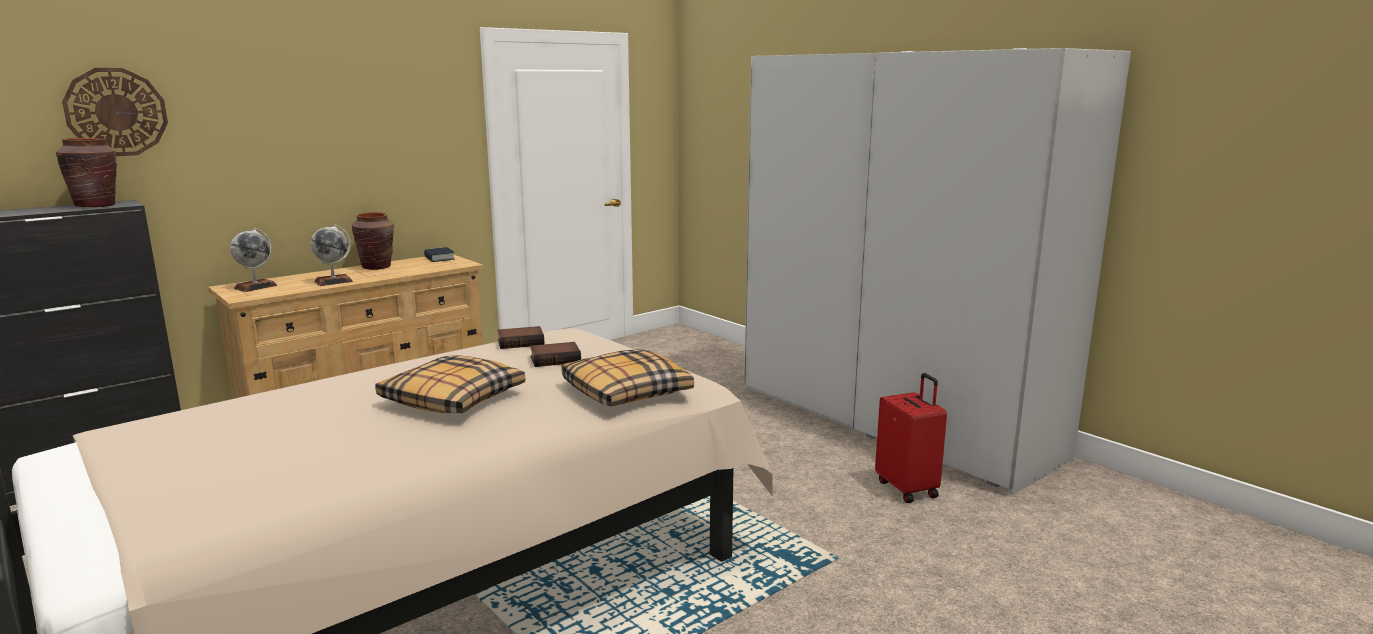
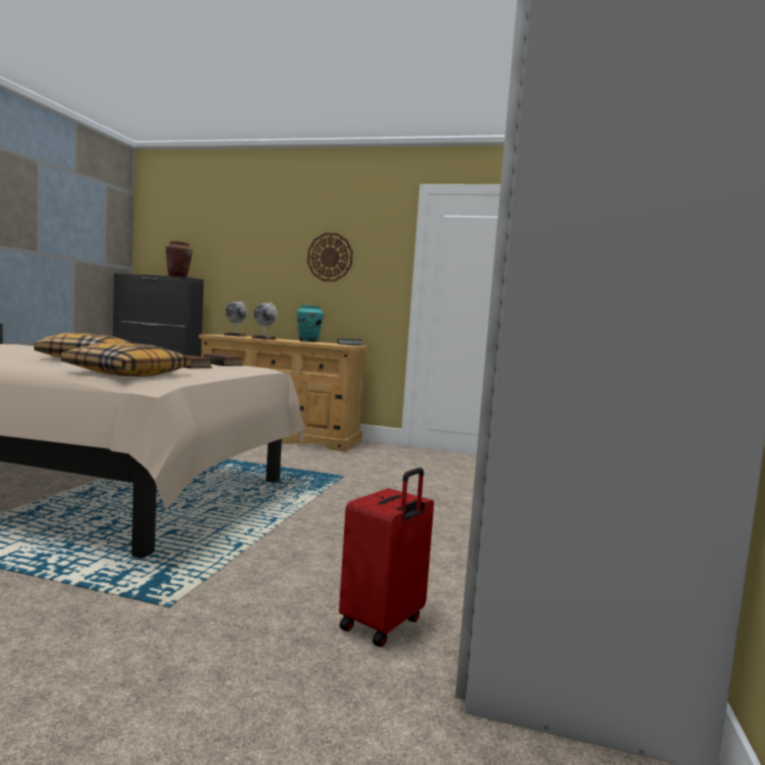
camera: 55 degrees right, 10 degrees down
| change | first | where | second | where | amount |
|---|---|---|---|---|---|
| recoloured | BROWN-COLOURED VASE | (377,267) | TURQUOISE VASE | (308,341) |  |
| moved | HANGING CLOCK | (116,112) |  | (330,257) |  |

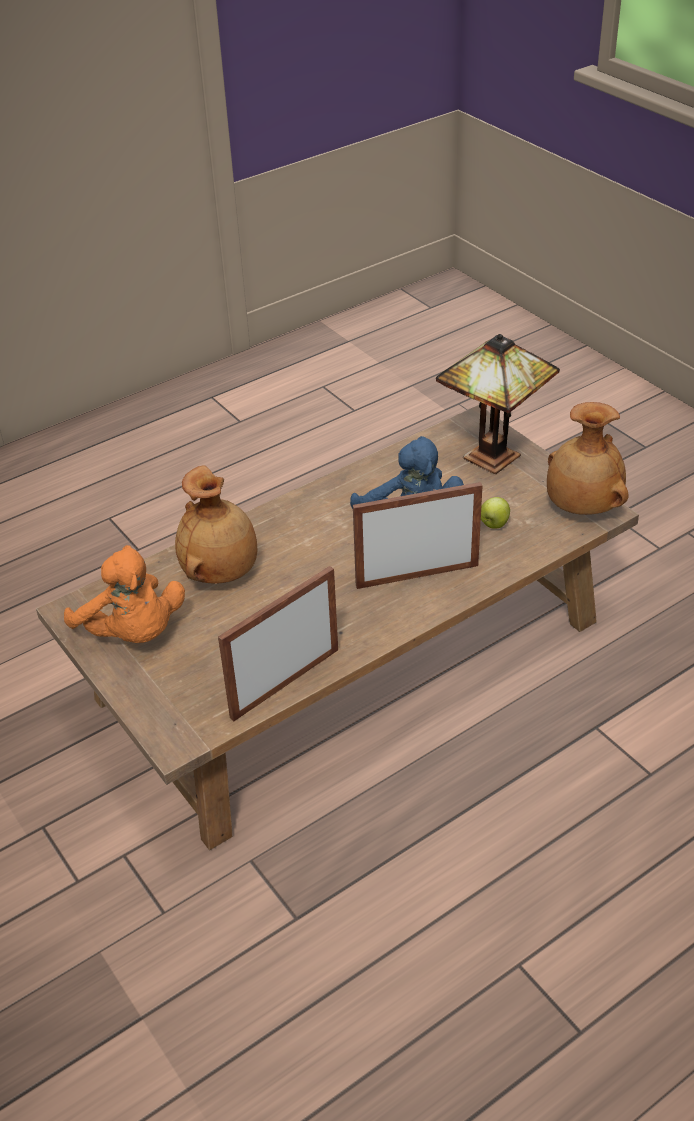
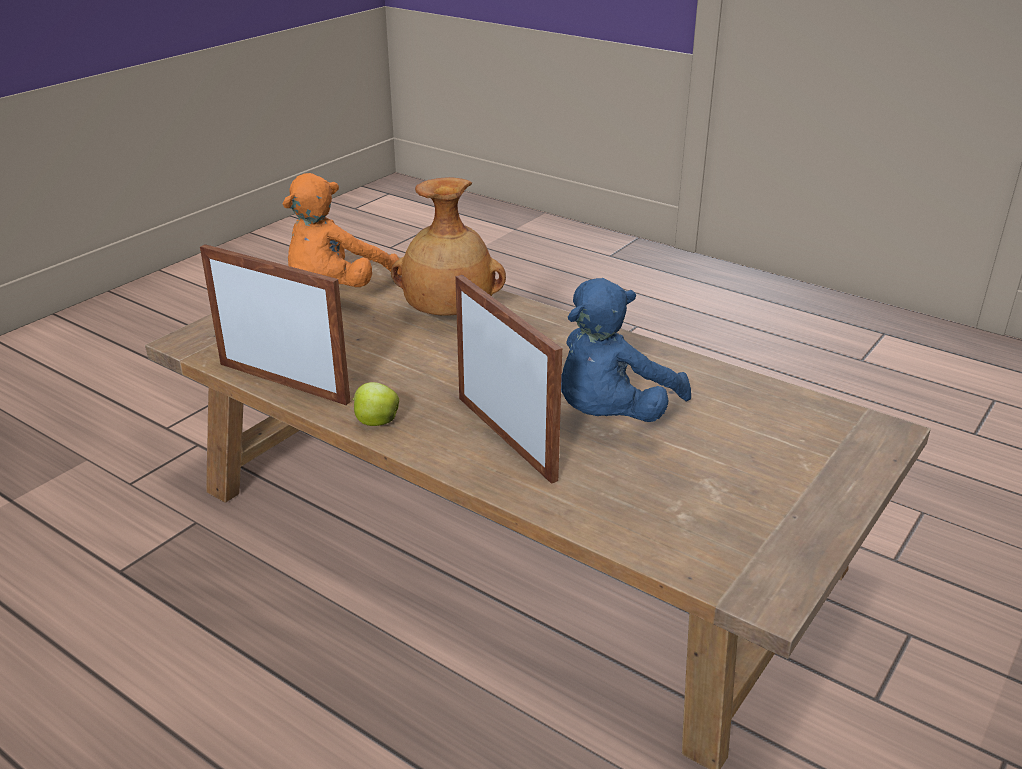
camera: 70 degrees right, 10 degrees down
| change | first | where | second | where | amount |
|---|---|---|---|---|---|
| moved | WHOLE APPLE | (493,524) |  | (375,422) |  |
| removed | LAMP FOR A TABLE | (492,454) |  |  |  |
| removed | BROWN-COLOURED VASE | (581,507) |  |  |  |

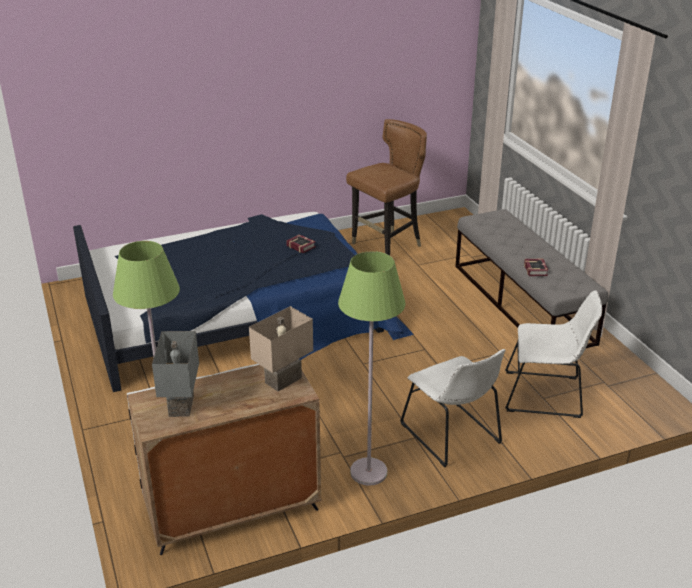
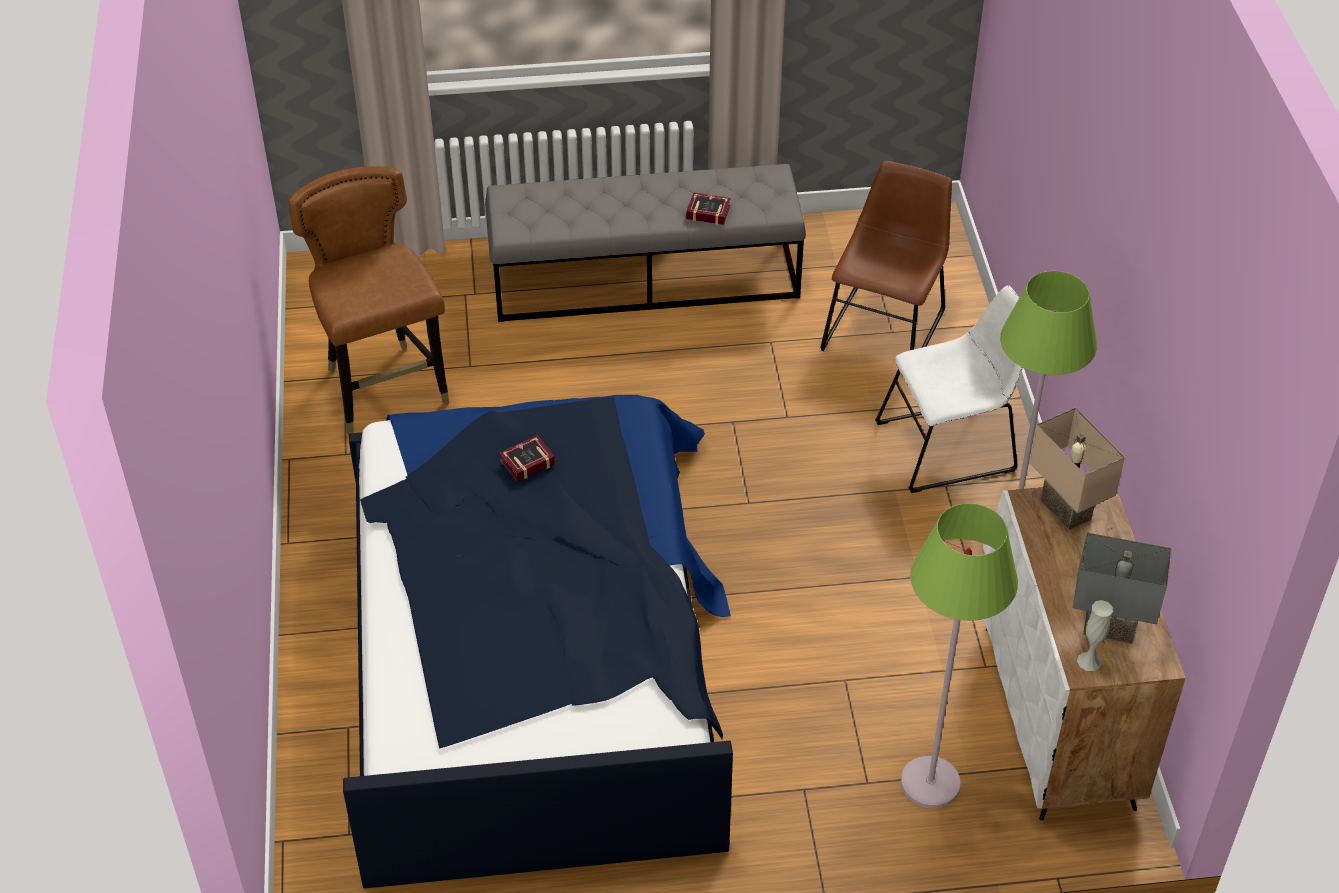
camera: 75 degrees left, 15 degrees up
| change | first | where | second | where | amount |
|---|---|---|---|---|---|
| recoloured | WHITE PLAIN CHAIR | (546,395) | BROWN-COLOURED PLAIN CHAIR | (885,326) |  |
| added |  |  | WHITE VASE | (1089,661) |  |

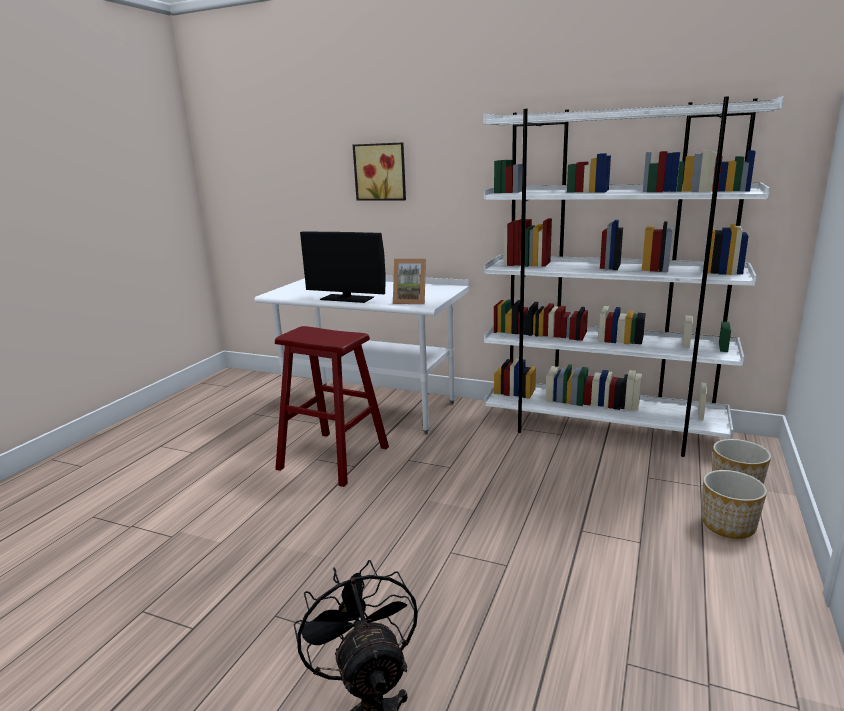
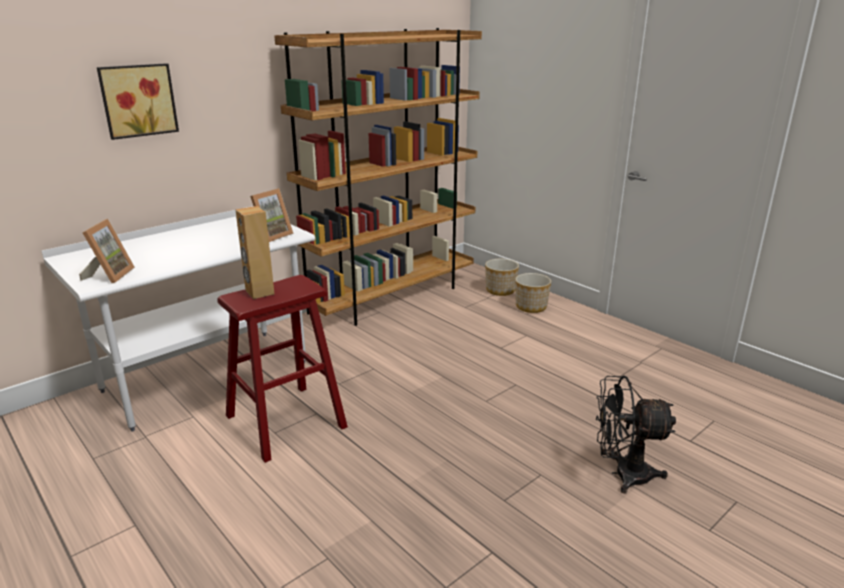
camera: 65 degrees left, 5 degrees up
| change | first | where | second | where | amount |
|---|---|---|---|---|---|
| added |  |  | STANDING FRAME | (109,275) |  |
| added |  |  | BROWN-COLOURED SPEAKER | (259,292) |  |
| recoloured | WHITE BOOKCASE | (601,430) | BROWN-COLOURED BOOKCASE | (391,297) |  |
| removed | MONITOR | (347,298) |  |  |  |

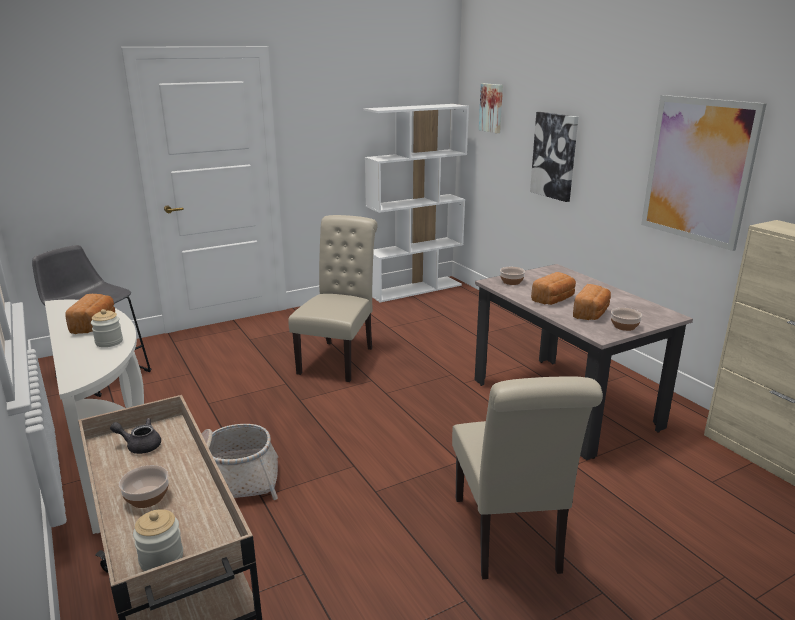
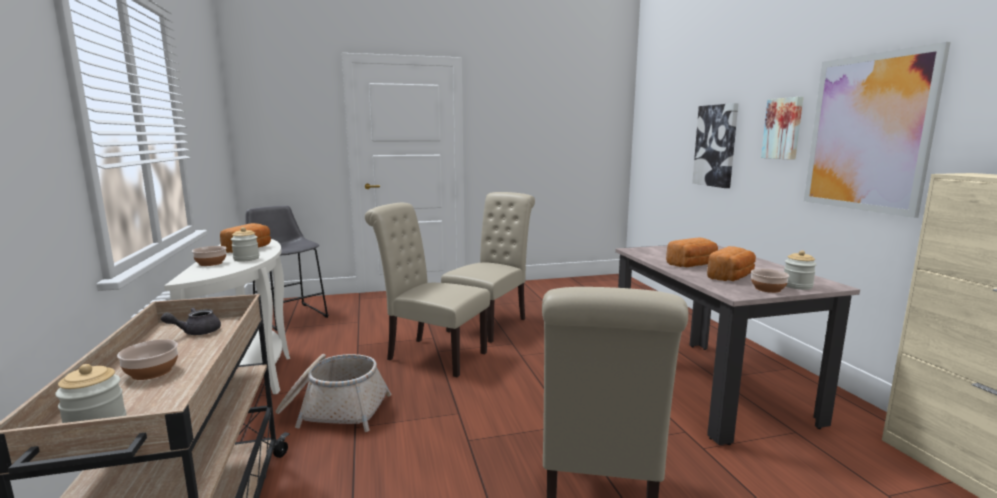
camera: 15 degrees right, 10 degrees down
| change | first | where | second | where | amount |
|---|---|---|---|---|---|
| turned | GREYISH TEA POT | (140,445) |  | (196,332) | 60 degrees counterclockwise |
| moved | DEEP DISH | (512,282) |  | (211,263) |  |
| added |  |  | BEIGE-COLOURED PLAIN CHAIR | (431,355) |  |
| moved | WALL PICTURE | (492,108) |  | (783,128) |  |
| added |  |  | PRESERVE JAR | (797,286) |  |
| removed | WHITE BOOKCASE | (415,289) |  |  |  |

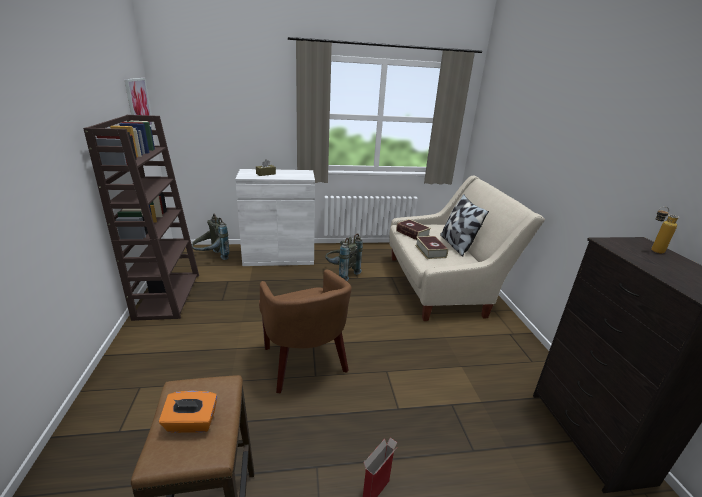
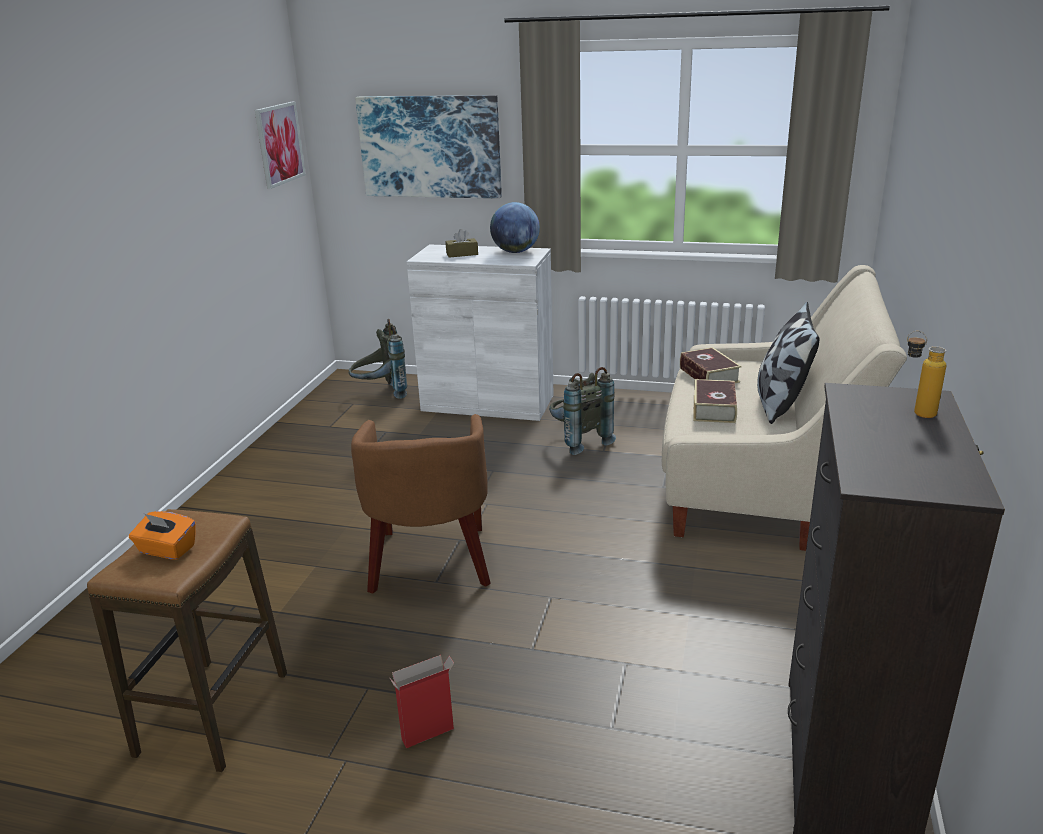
camera: 25 degrees right, 0 degrees up
| change | first | where | second | where | amount |
|---|---|---|---|---|---|
| added |  |  | WALL PICTURE | (430,147) |  |
| added |  |  | DESK GLOBE | (515,252) |  |
| removed | BROWN-COLOURED BOOKCASE | (167,295) |  |  |  |

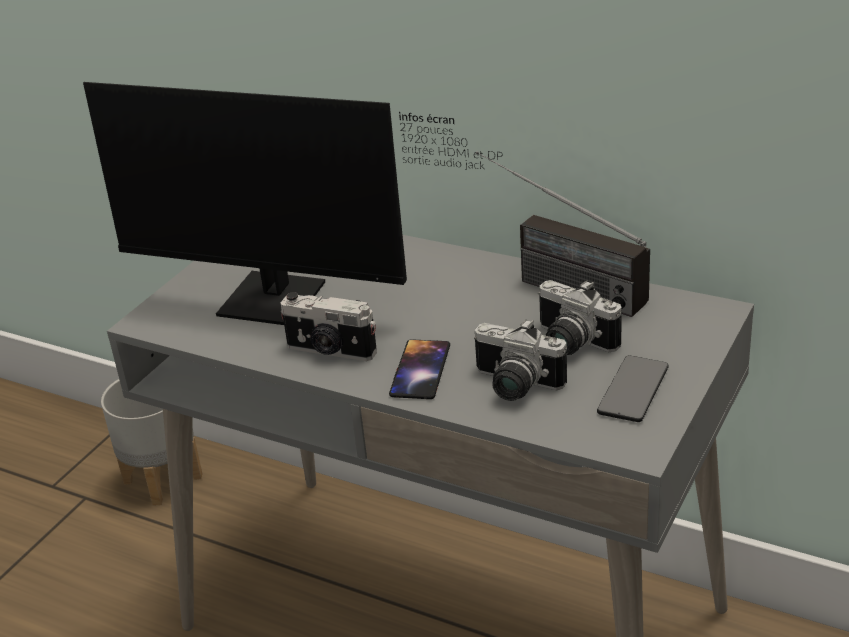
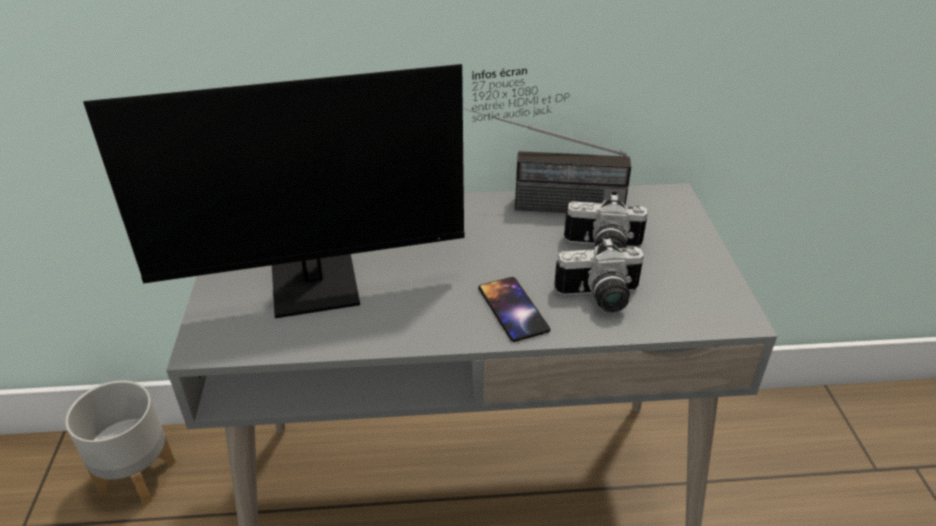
camera: 35 degrees left, 5 degrees up
| change | first | where | second | where | amount |
|---|---|---|---|---|---|
| removed | PHOTO CAMERA | (330,351) |  |  |  |
| removed | HANDSET | (633,390) |  |  |  |

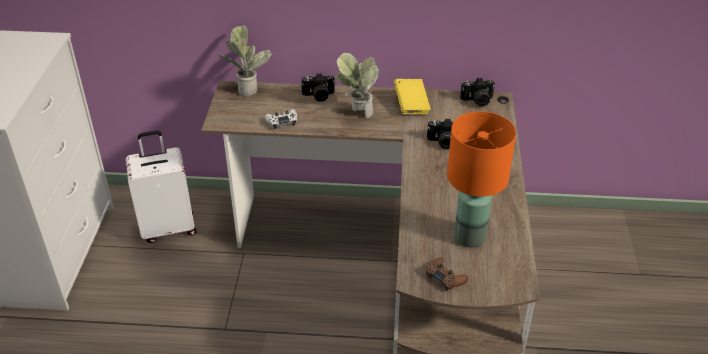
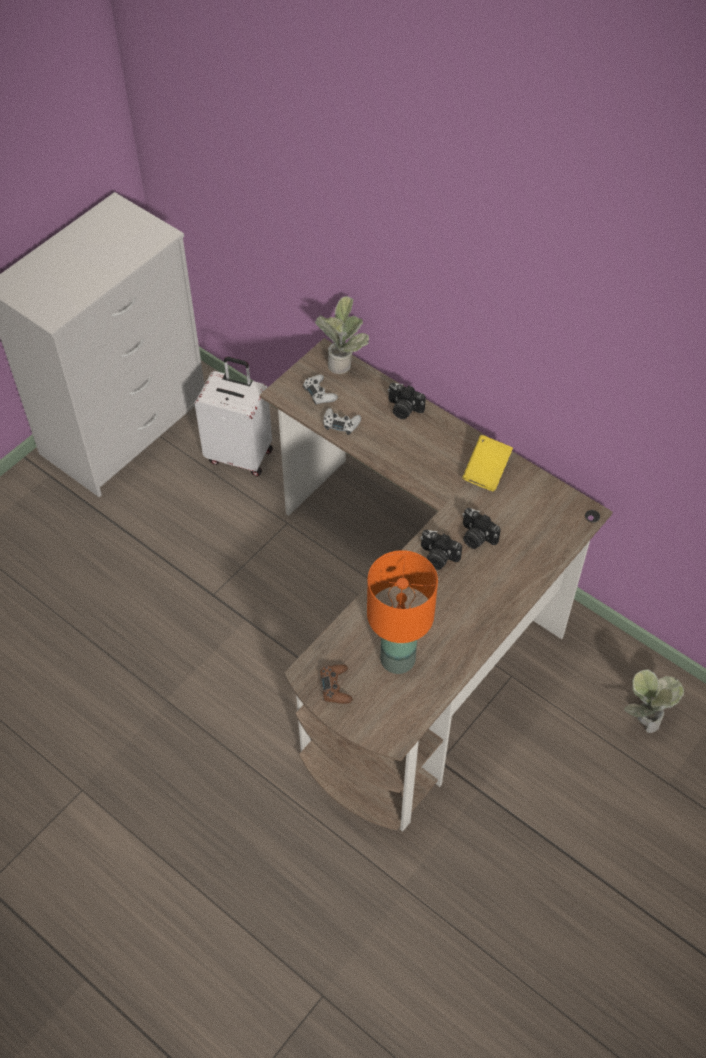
camera: 35 degrees right, 15 degrees up
| change | first | where | second | where | amount |
|---|---|---|---|---|---|
| added |  |  | WHITE GAMEPAD | (319,393) |  |
| moved | PHOTO CAMERA | (477,101) |  | (437,557) |  |
| moved | HOUSEPLANT | (357,112) |  | (643,718) |  |

